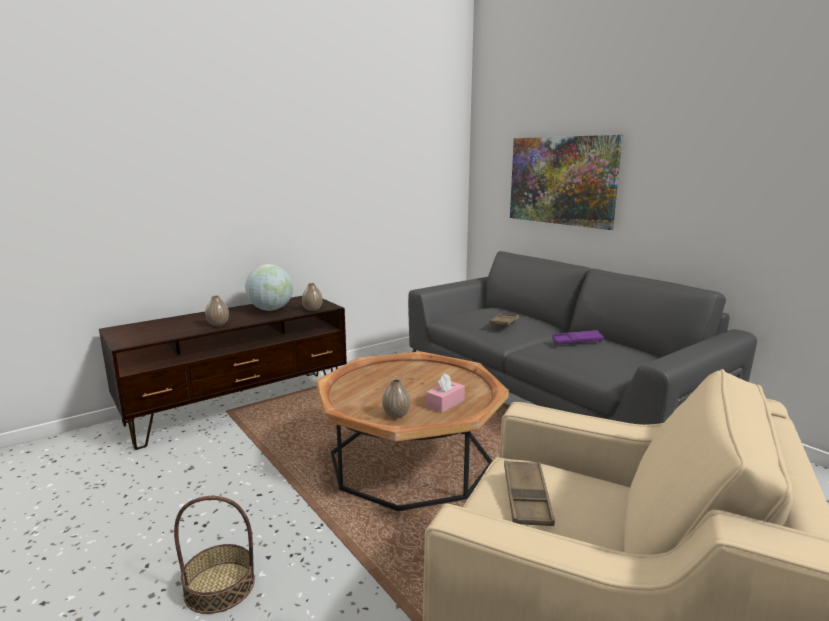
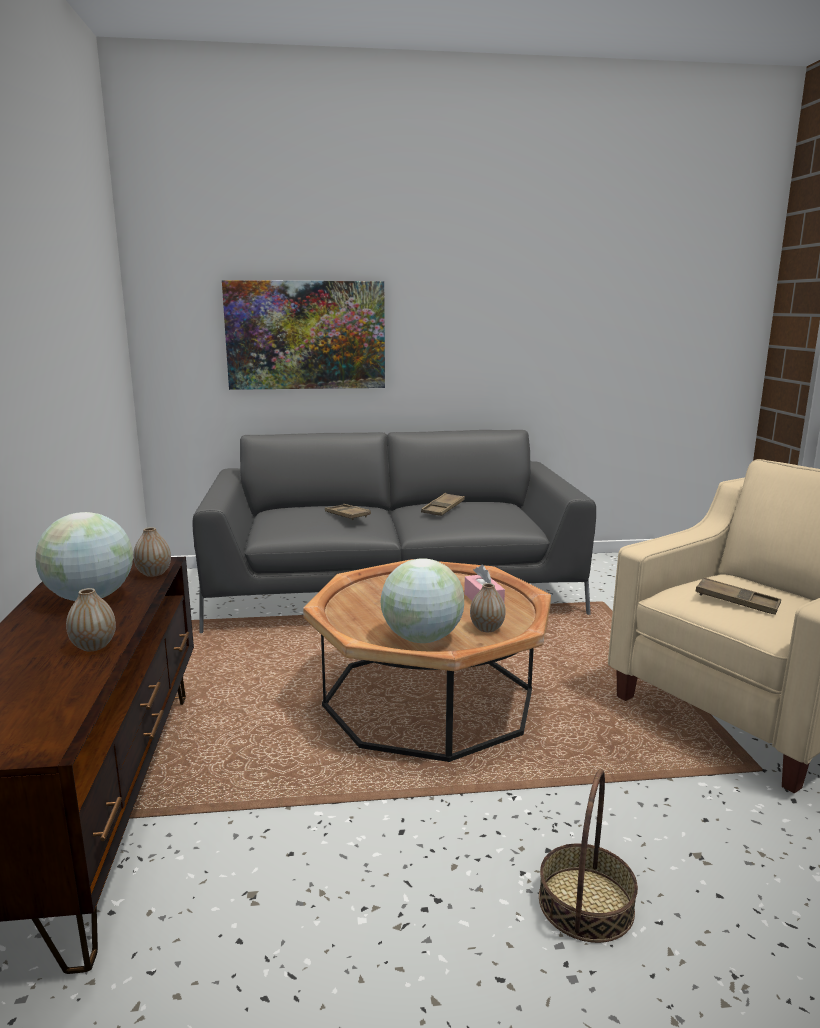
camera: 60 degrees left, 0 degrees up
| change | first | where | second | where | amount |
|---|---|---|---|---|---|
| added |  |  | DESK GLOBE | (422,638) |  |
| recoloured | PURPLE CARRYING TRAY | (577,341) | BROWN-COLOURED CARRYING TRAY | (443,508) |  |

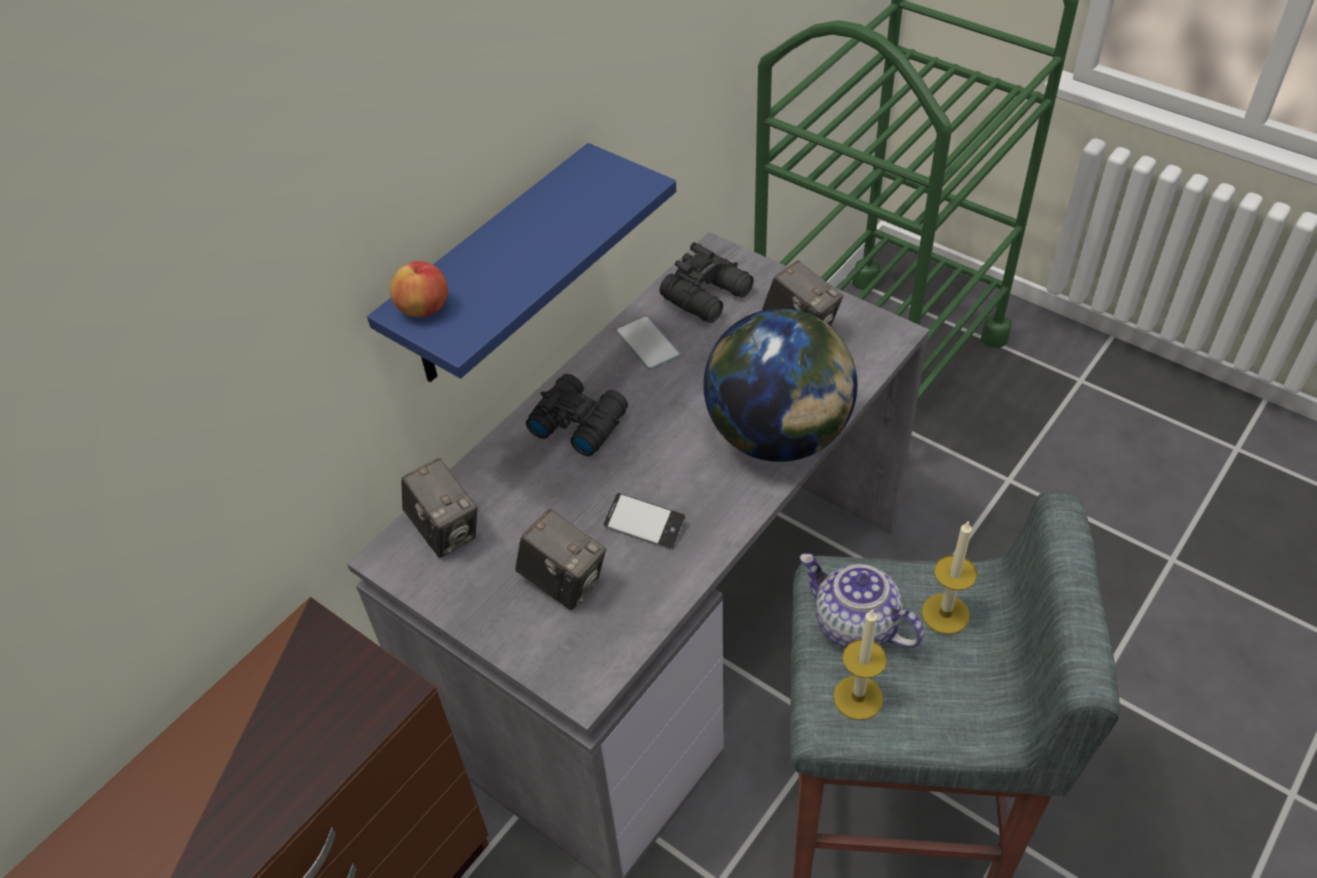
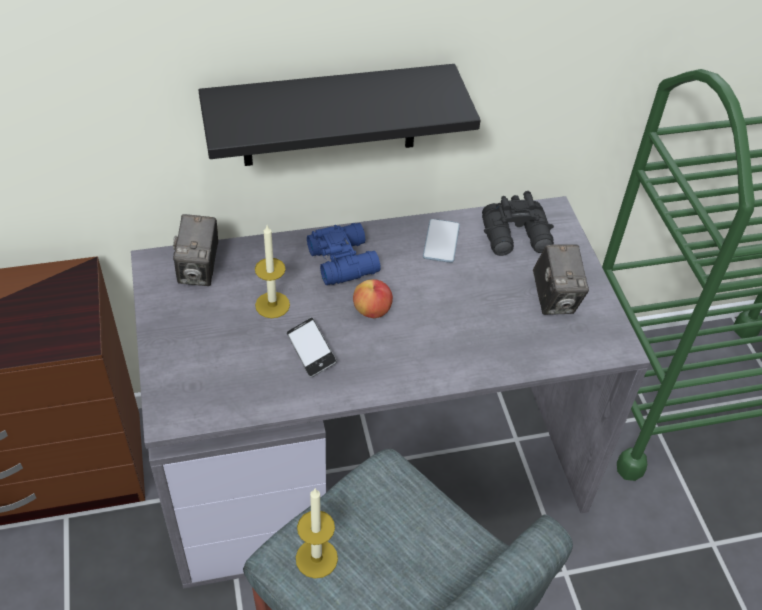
camera: 35 degrees right, 0 degrees up
| change | first | where | second | where | amount |
|---|---|---|---|---|---|
| recoloured | BLUE-COLOURED BRACKET SHELF | (493,271) | BLACK BRACKET SHELF | (329,116) |  |
| moved | CANDLE | (945,613) |  | (272,305) |  |
| recoloured | BLACK PAIR OF BINOCULARS | (578,421) | BLUE-COLOURED PAIR OF BINOCULARS | (344,260) |  |
| moved | WHOLE APPLE | (424,308) |  | (372,310) |  |
| removed | PHOTO CAMERA | (564,582) |  |  |  |
| removed | DESK GLOBE | (778,435) |  |  |  |
| removed | TEA POT | (854,625) |  |  |  |

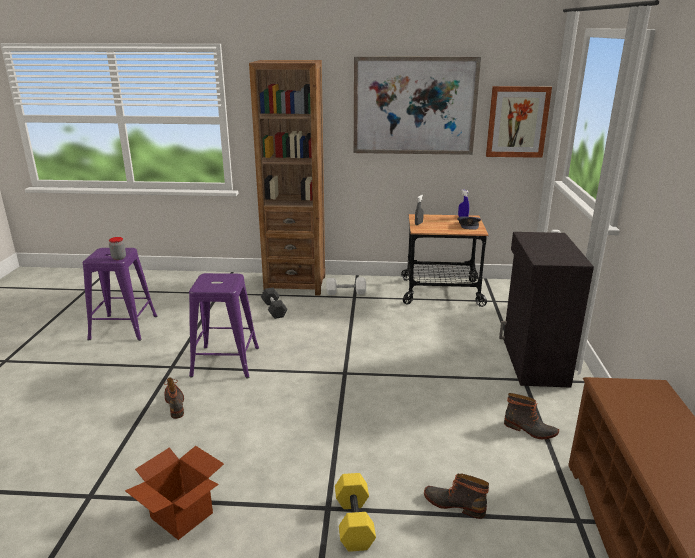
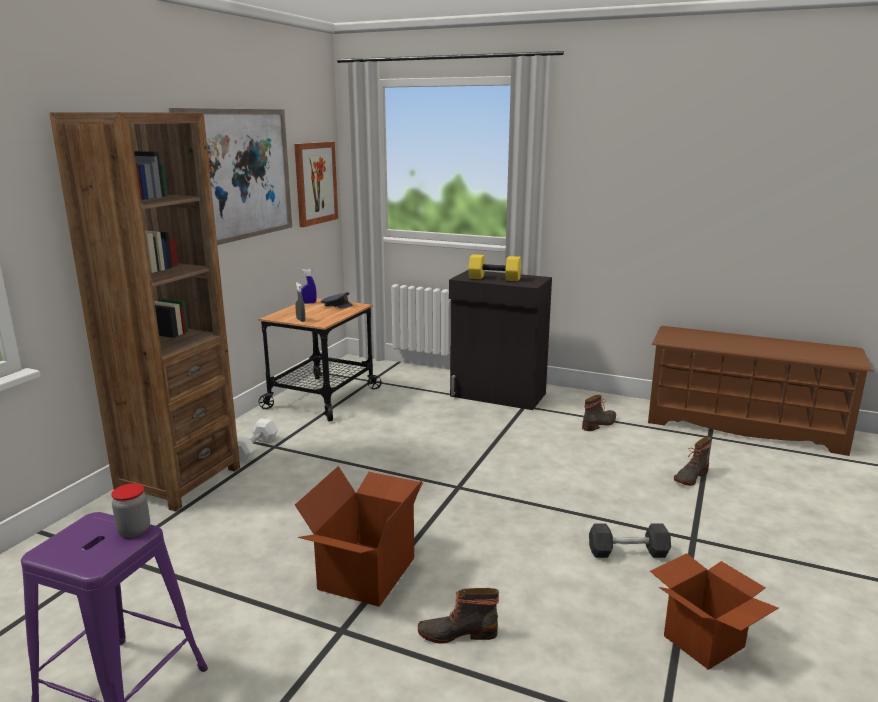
camera: 70 degrees left, 5 degrees down
| change | first | where | second | where | amount |
|---|---|---|---|---|---|
| replaced | PURPLE STOOL | (225,361) | CARDBOARD BOX | (365,573) |  |
| moved | YELLOW-COLOURED FREE WEIGHT | (353,521) |  | (494,278) |  |
| moved | BLACK FREE WEIGHT | (274,309) |  | (628,552) |  |

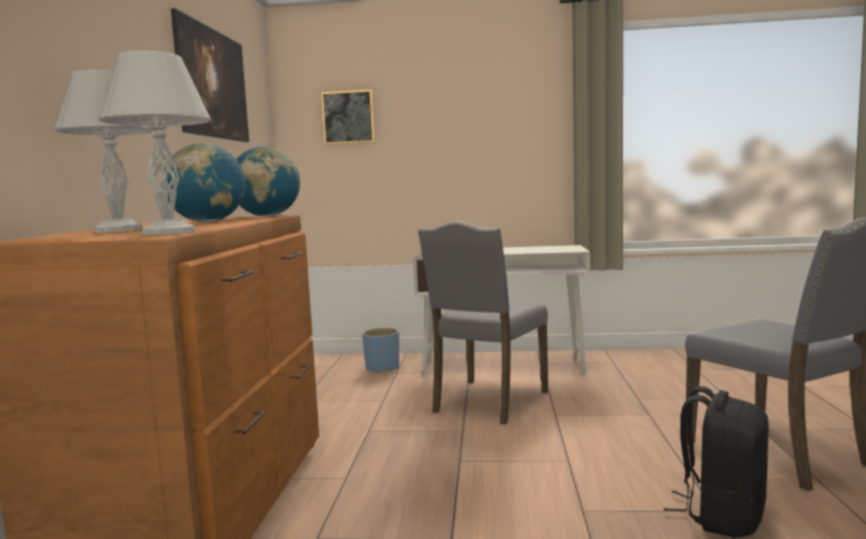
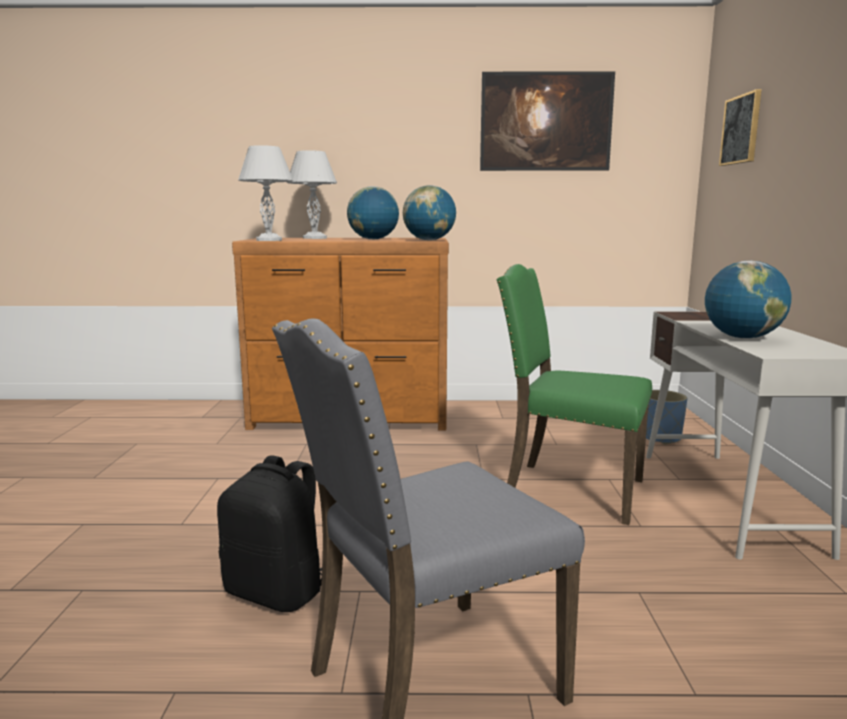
camera: 85 degrees right, 5 degrees up
| change | first | where | second | where | amount |
|---|---|---|---|---|---|
| recoloured | GREYISH PLAIN CHAIR | (487,402) | GREENISH PLAIN CHAIR | (570,489) |  |
| added |  |  | DESK GLOBE | (742,337) |  |

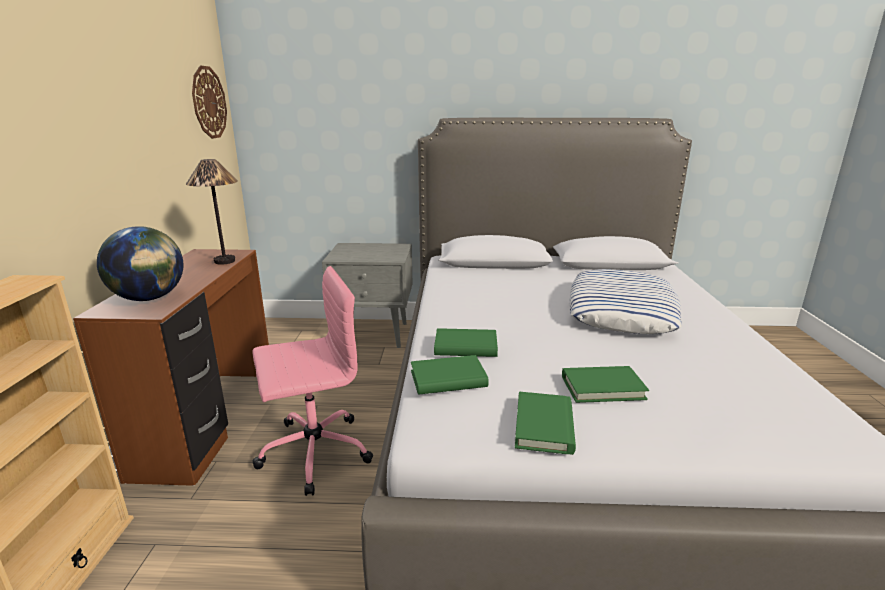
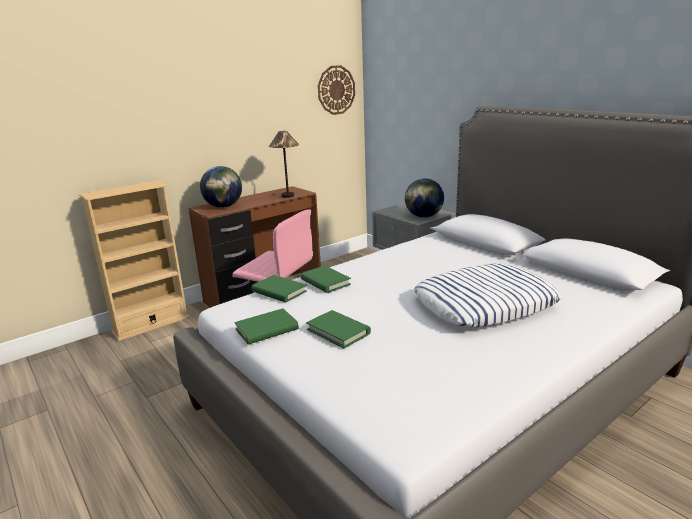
camera: 50 degrees right, 0 degrees up
| change | first | where | second | where | amount |
|---|---|---|---|---|---|
| added |  |  | DESK GLOBE | (423,216) |  |

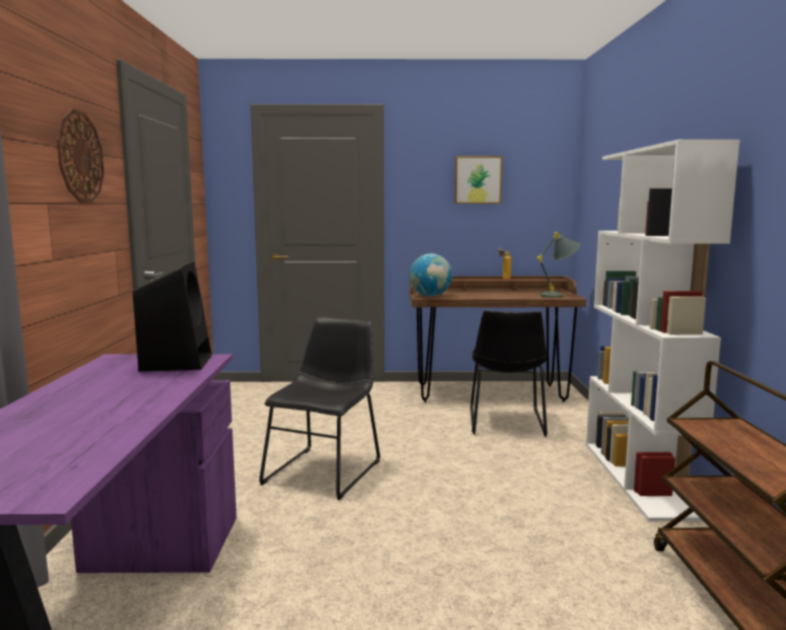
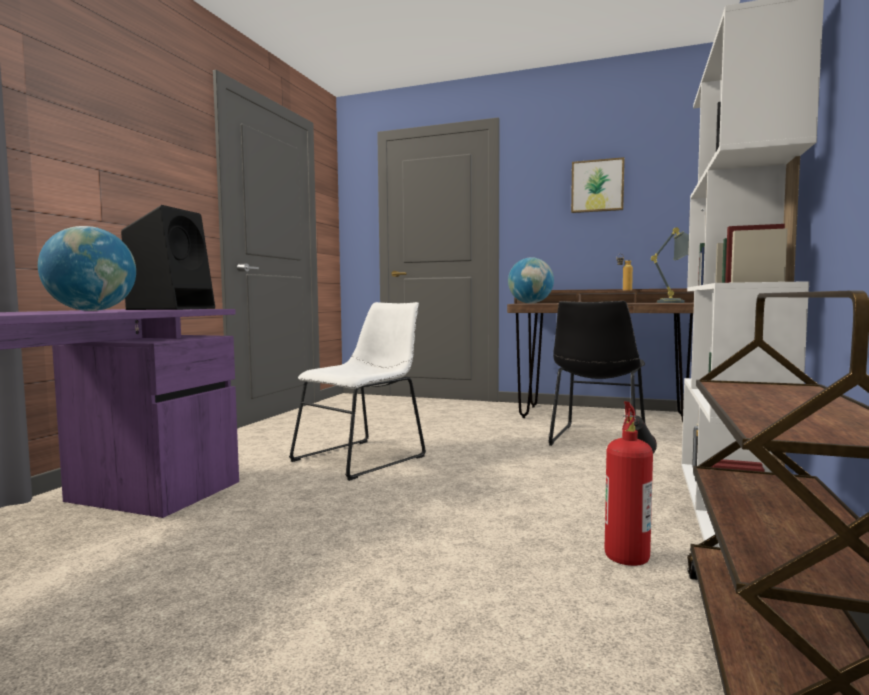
camera: 20 degrees right, 5 degrees down
| change | first | where | second | where | amount |
|---|---|---|---|---|---|
| added |  |  | DESK GLOBE | (91,311) |  |
| recoloured | BLACK PLAIN CHAIR | (325,470) | WHITE PLAIN CHAIR | (363,457) |  |
| added |  |  | EXTINGUISHER | (632,540) |  |
| removed | HANGING CLOCK | (80,157) |  |  |  |

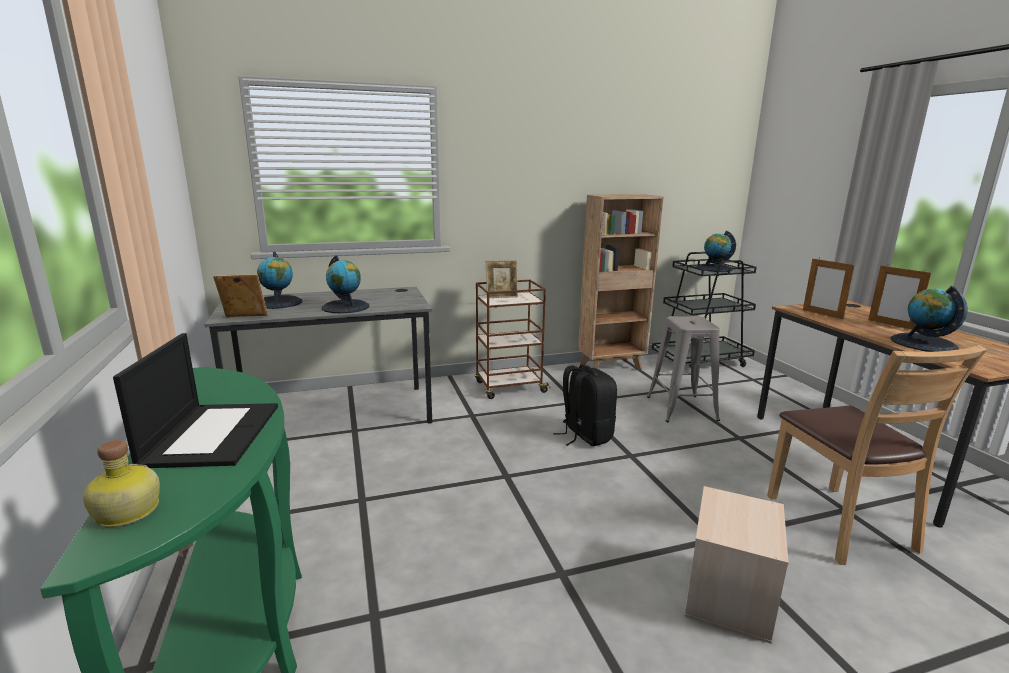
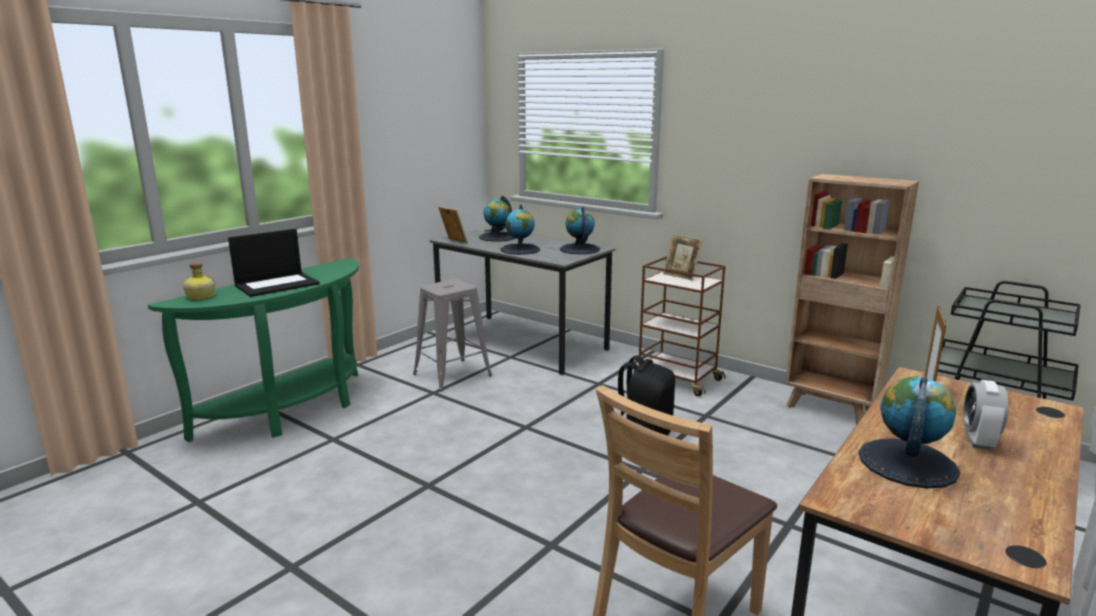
camera: 55 degrees right, 0 degrees up
| change | first | where | second | where | amount |
|---|---|---|---|---|---|
| moved | GREYISH STOOL | (681,408) |  | (452,375) |  |
| moved | DESK GLOBE | (714,268) |  | (579,249) |  |
| replaced | STANDING FRAME | (891,325) | ALARM CLOCK | (978,440) |  |
| removed | BEIGE-COLOURED STORAGE CONTAINER | (729,597) |  |  |  |

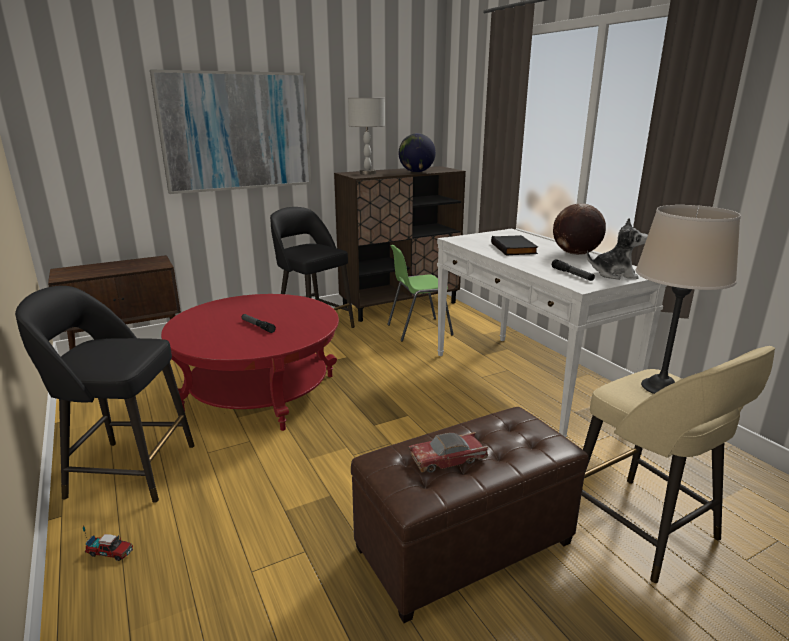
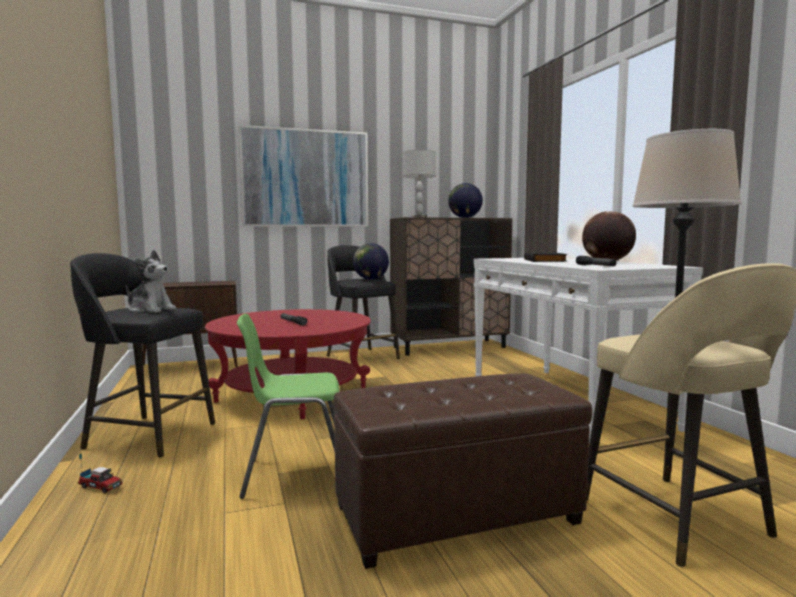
camera: 10 degrees right, 15 degrees down
| change | first | where | second | where | amount |
|---|---|---|---|---|---|
| moved | PLUSH TOY | (614,274) |  | (150,310) |  |
| moved | GREENISH PLAIN CHAIR | (418,329) |  | (296,475) |  |
| added |  |  | DESK GLOBE | (370,279) |  |
| removed | MODEL CAR | (447,459) |  |  |  |

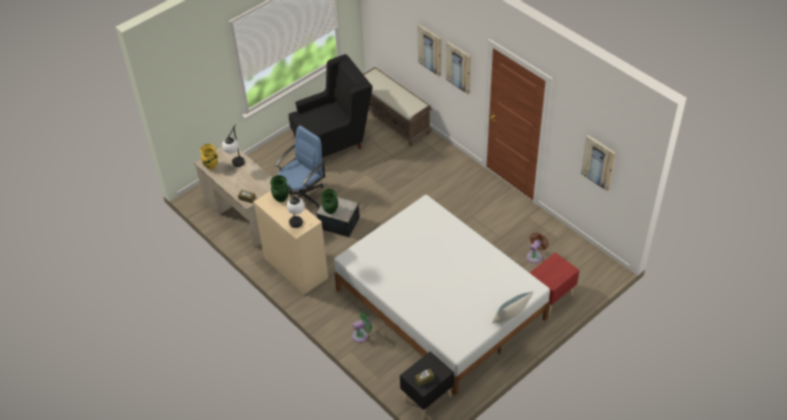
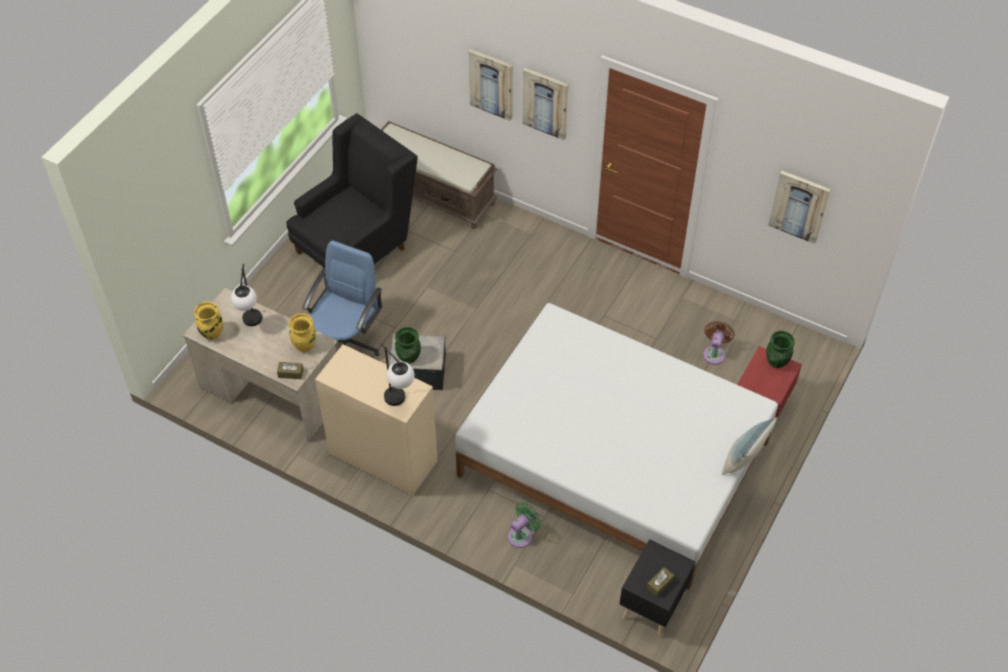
camera: 20 degrees left, 5 degrees up
| change | first | where | second | where | amount |
|---|---|---|---|---|---|
| added |  |  | YELLOW-COLOURED VASE | (305,345) |  |
| moved | GREENISH VASE | (281,198) |  | (777,362) |  |

